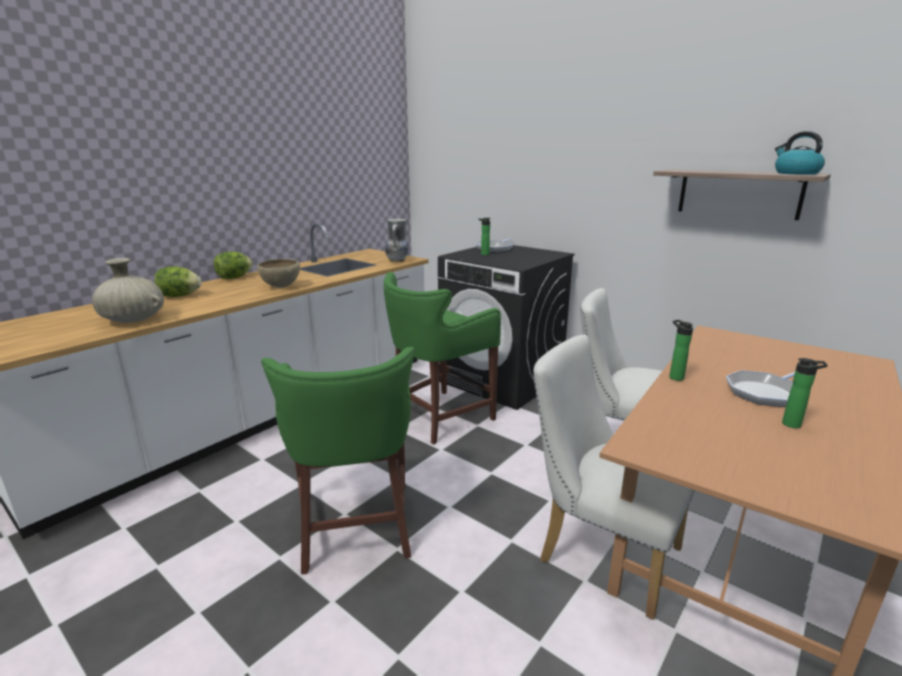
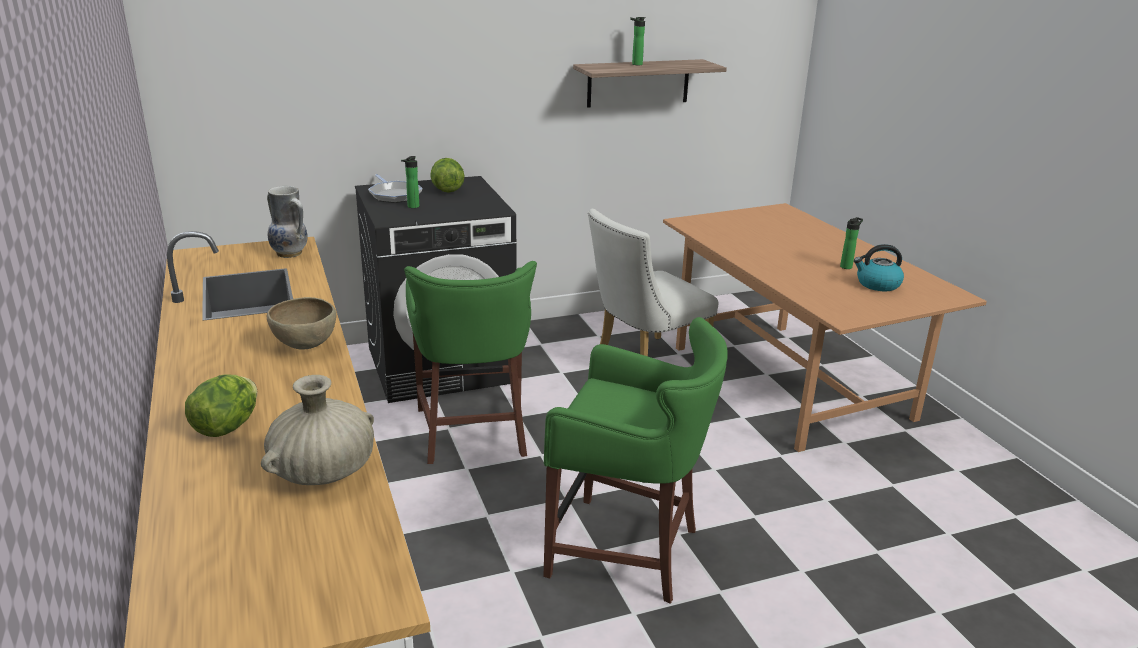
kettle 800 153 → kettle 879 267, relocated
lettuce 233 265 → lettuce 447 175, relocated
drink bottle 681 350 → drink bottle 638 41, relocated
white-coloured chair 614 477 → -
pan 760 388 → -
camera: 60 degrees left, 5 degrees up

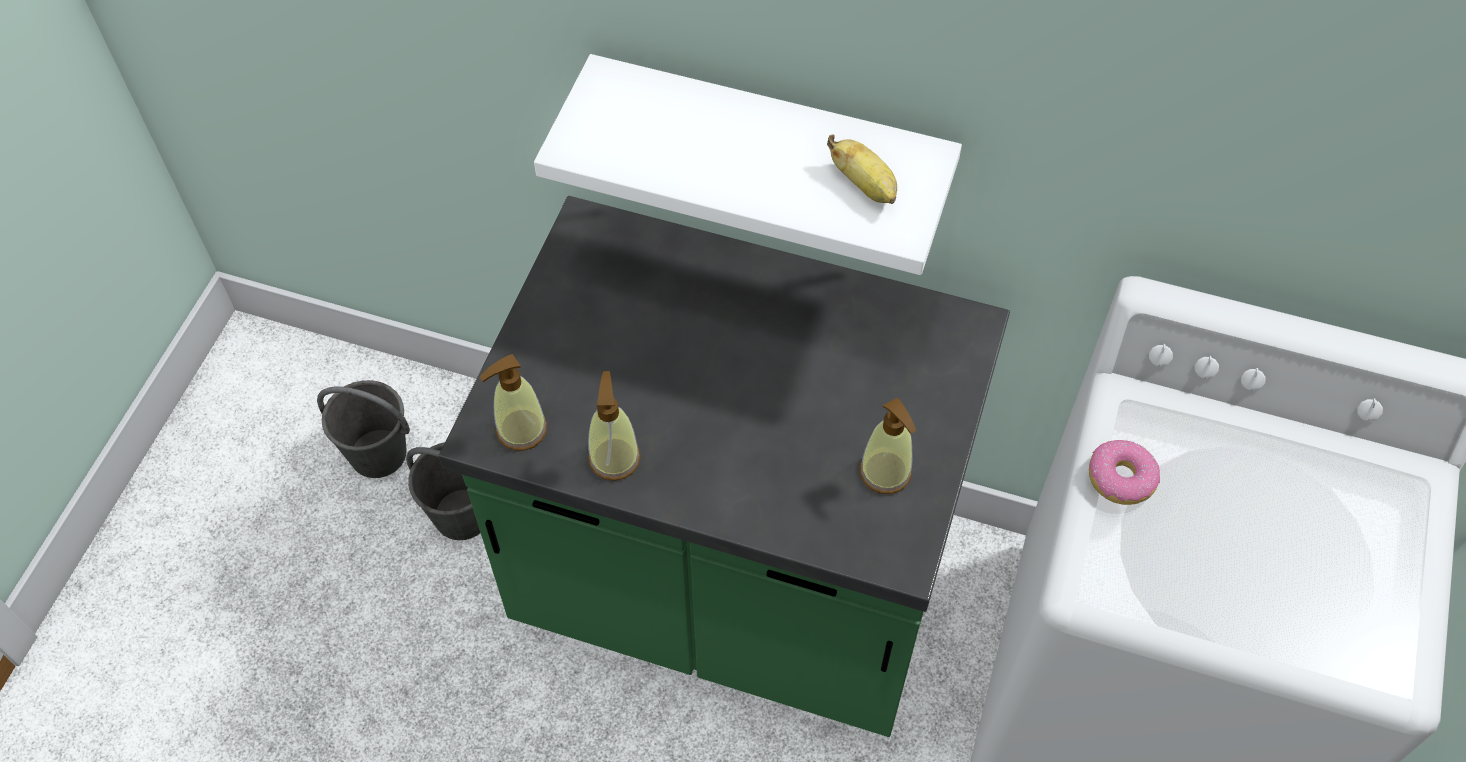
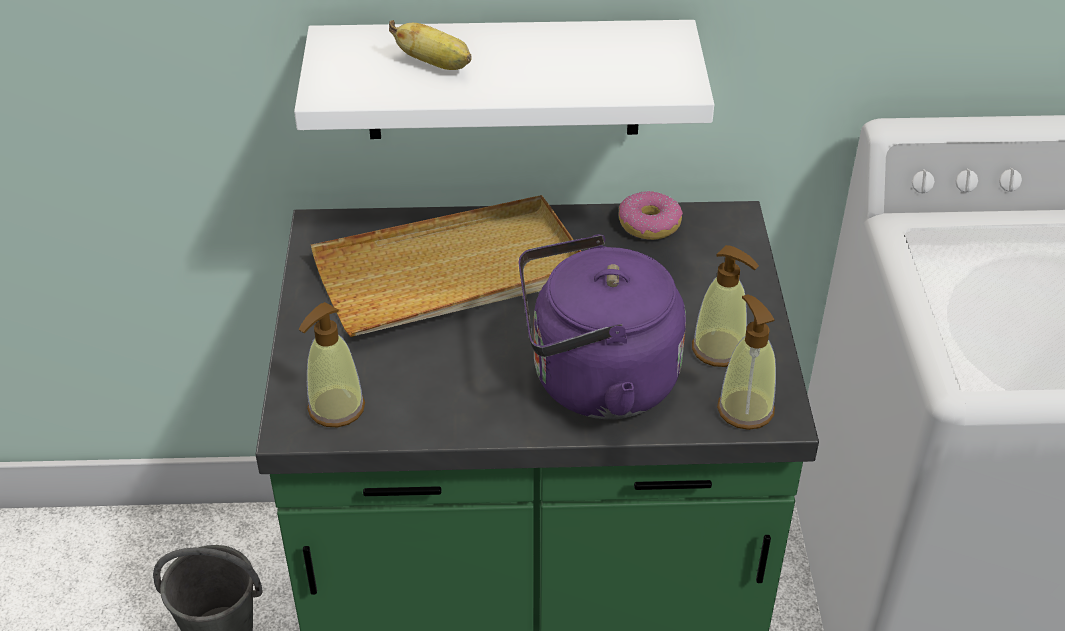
banana 862 169 → banana 430 45, relocated
soap dispenser 614 426 → soap dispenser 746 362, relocated
gray water bucket 363 429 → -
ring doughnut 1124 472 → ring doughnut 651 215, relocated
- → beige serving tray 446 266
- → purple-coloured kettle 602 326
camera: 20 degrees left, 15 degrees down

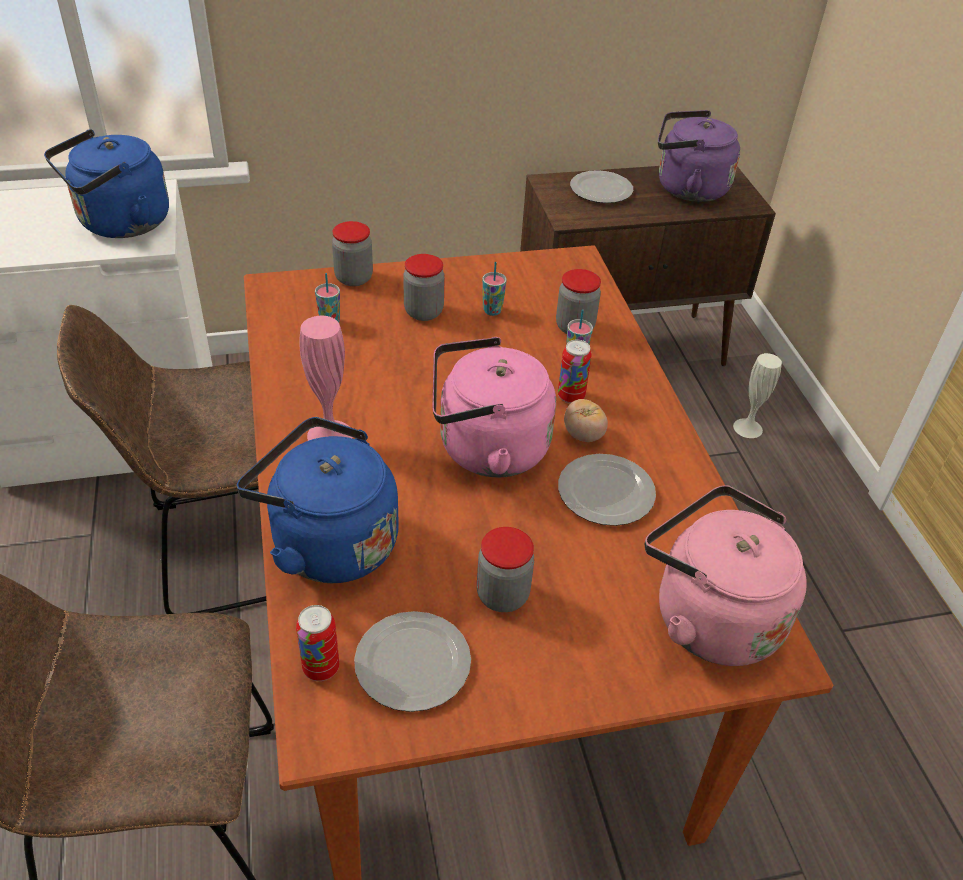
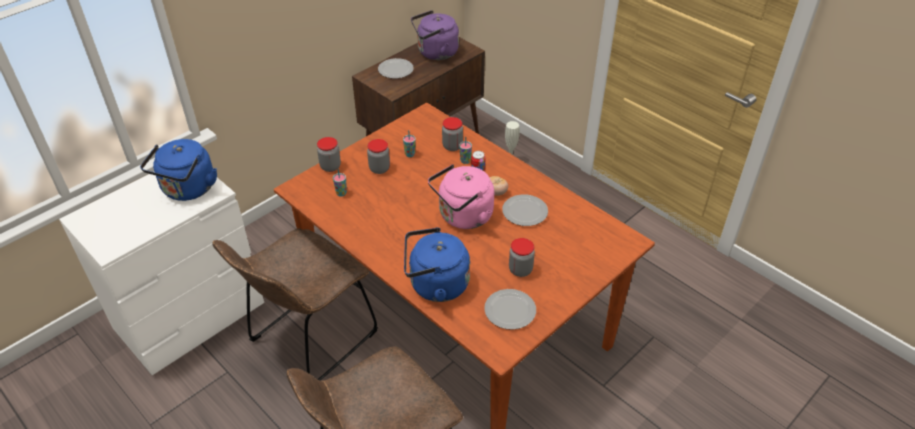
pink flower vase 325 378 → -
pink kettle 726 575 → -
metal can 317 643 → -
camera: 30 degrees left, 0 degrees up

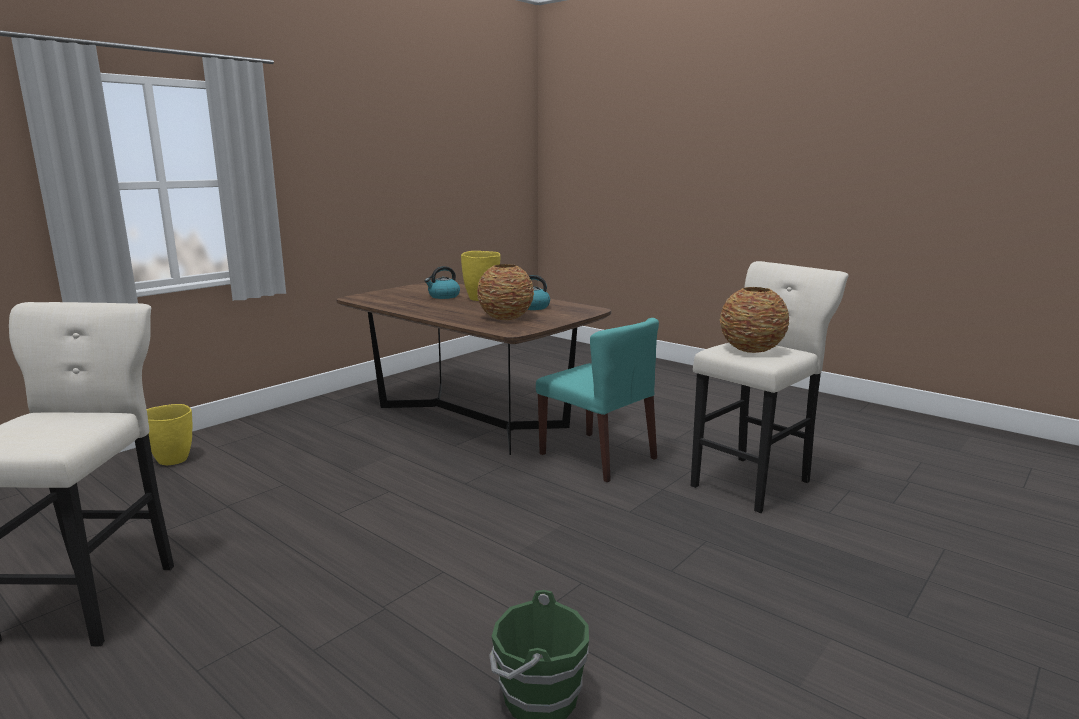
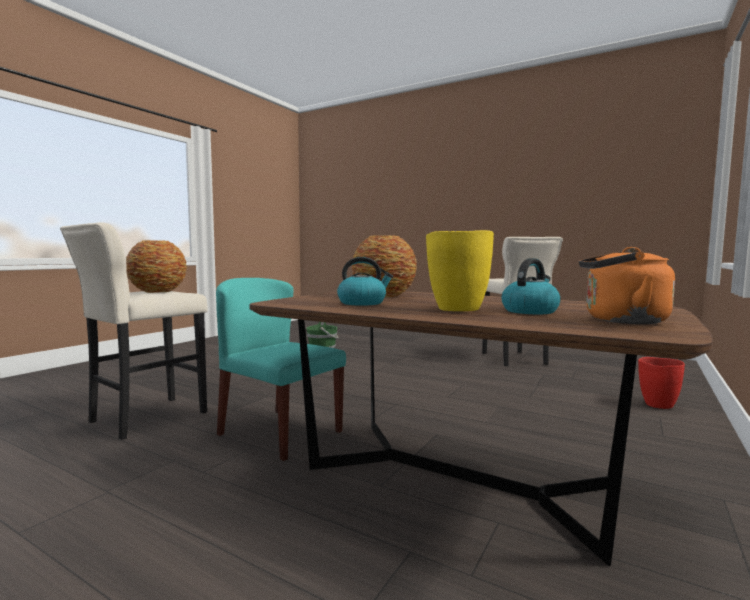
yellowish flower vase 170 434 → red flower vase 661 383
- → orange-coloured kettle 627 285
camera: 170 degrees right, 10 degrees down

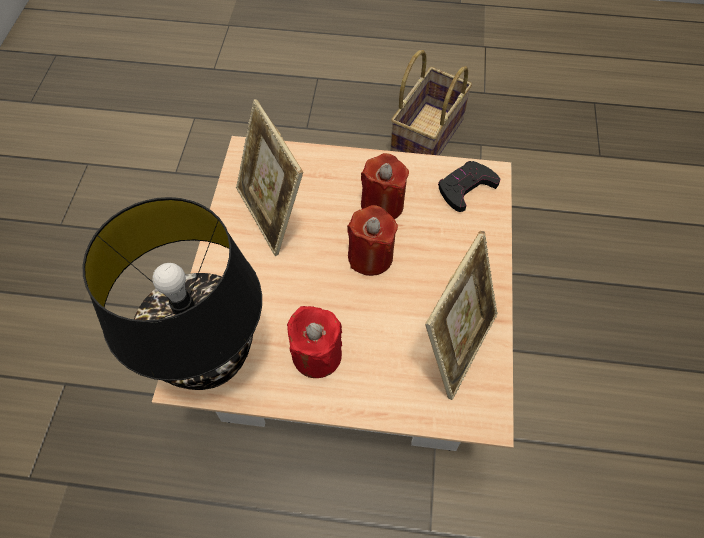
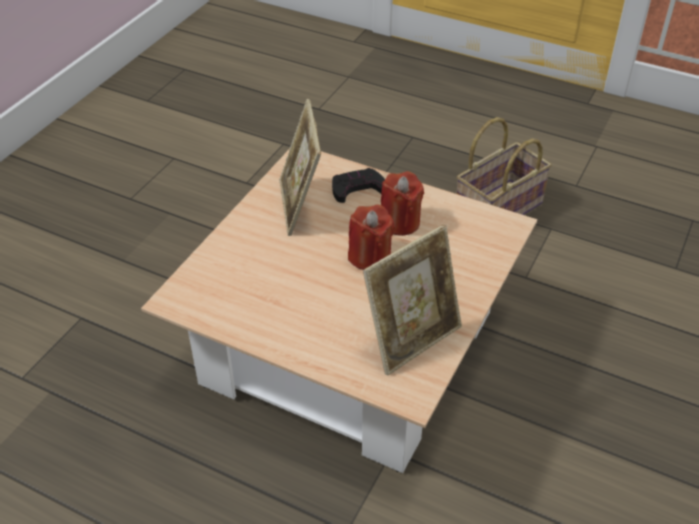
black-coloured gamepad 469 186 → black-coloured gamepad 358 185, relocated
black-coloured table lamp 172 293 → -
red wax light 314 342 → -
camera: 20 degrees right, 15 degrees down

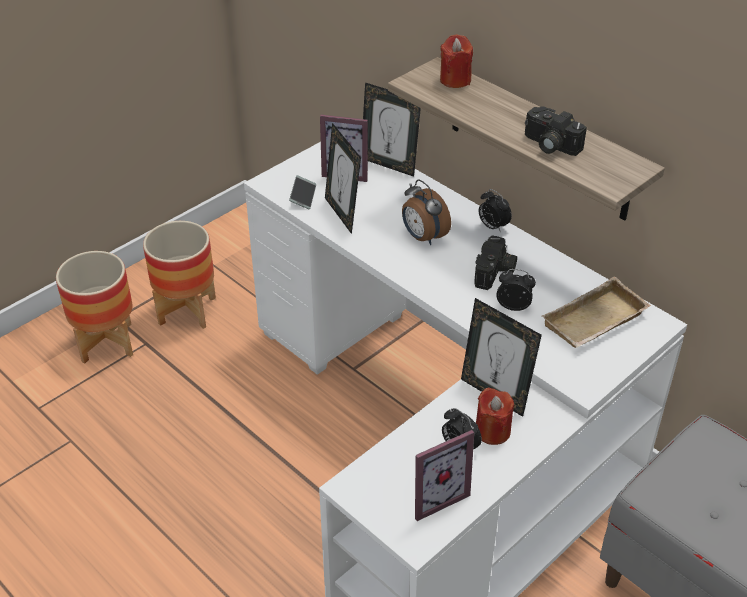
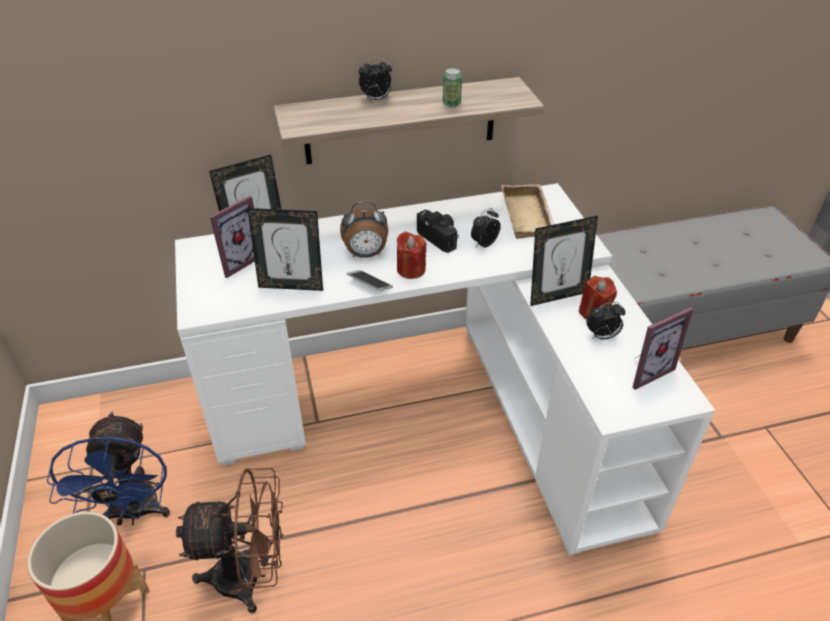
red wax light 456 61 → red wax light 411 255, relocated
still camera 556 131 → metal can 452 87
telephone 302 192 → telephone 370 280, relocated
bedside clock 495 211 → bedside clock 375 79, relocated
planter 179 275 → blue cooling fan 108 469
picture frame 444 475 → picture frame 663 348, 60 degrees clockwise
- → brownish cooling fan 230 541
camera: 60 degrees left, 0 degrees up

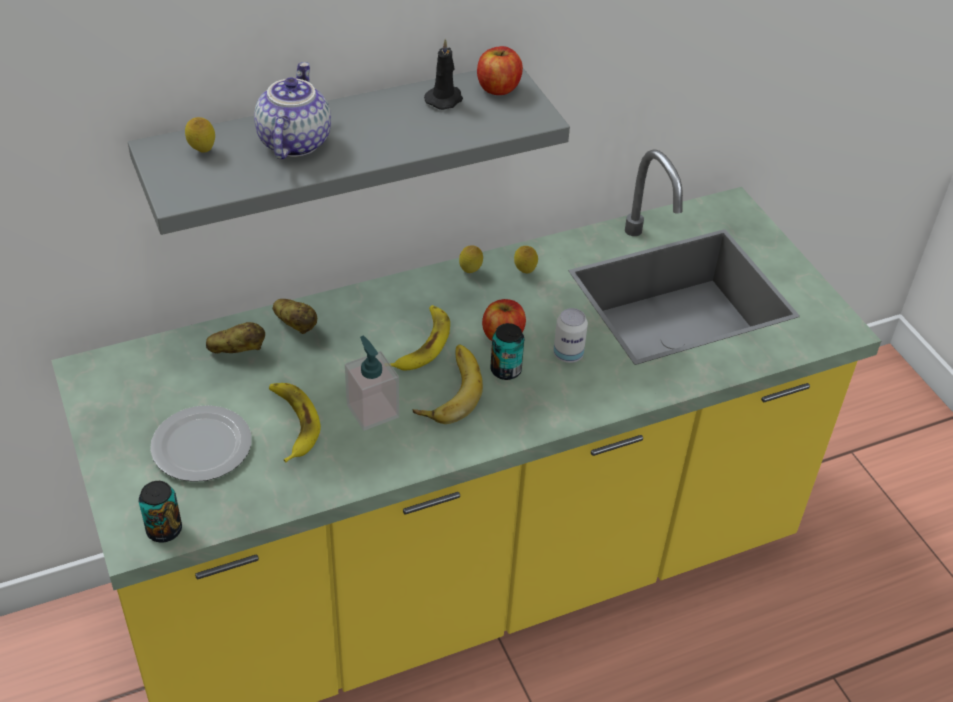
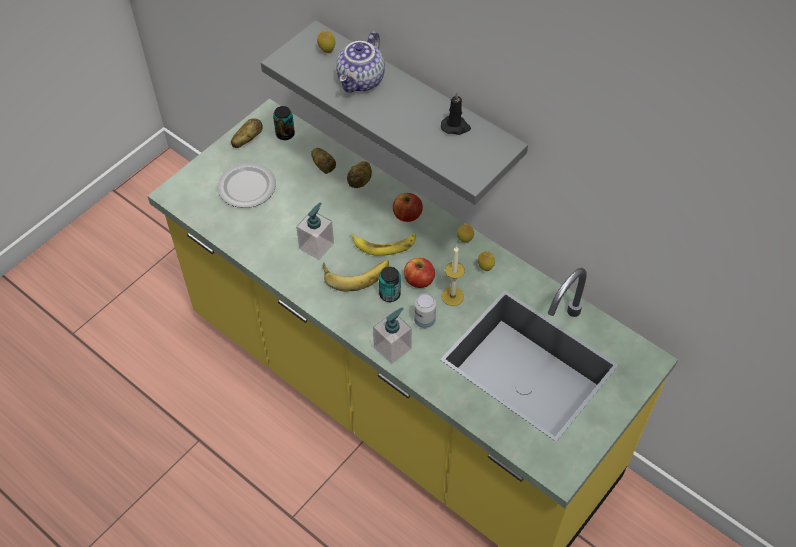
apple 500 70 → apple 408 207, relocated
tea pot 292 110 → tea pot 360 62, 135 degrees clockwise
banana 295 422 → -
metal can 160 512 → metal can 284 123, relocated
- → whole potato 246 133
- → wax light 453 276
- → soap dispenser 392 335
camera: 65 degrees right, 10 degrees up

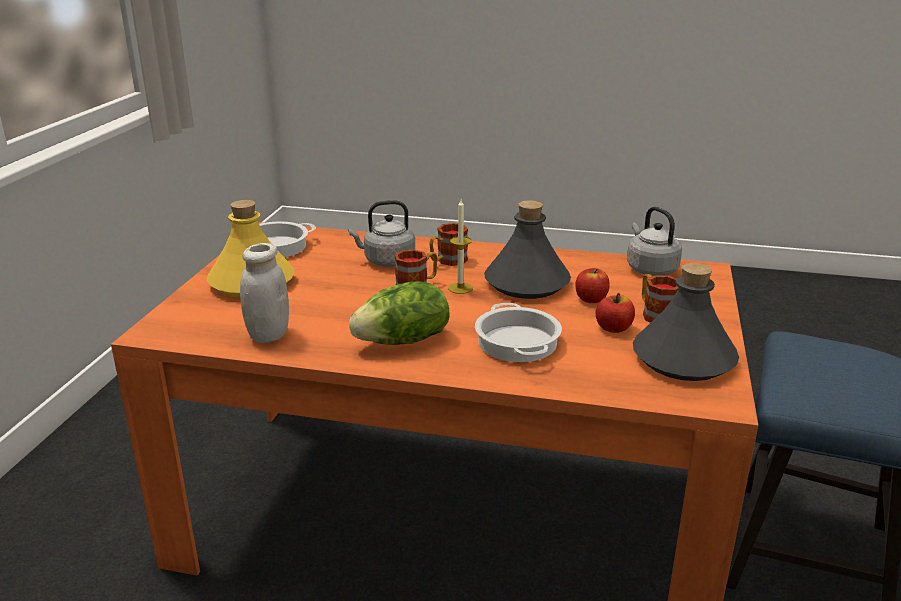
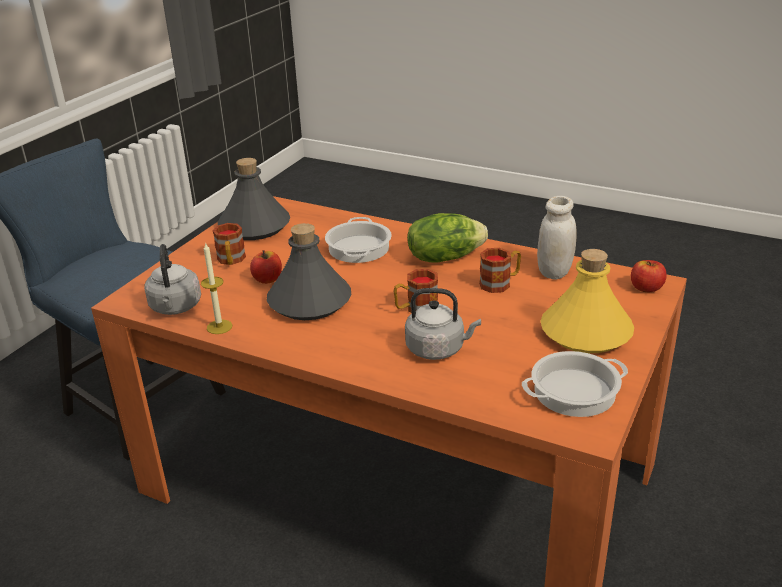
wax light 460 247 → wax light 216 288, relocated
mug 448 244 → mug 500 270, relocated
apple 615 313 → apple 649 276, relocated
camera: 165 degrees left, 5 degrees up

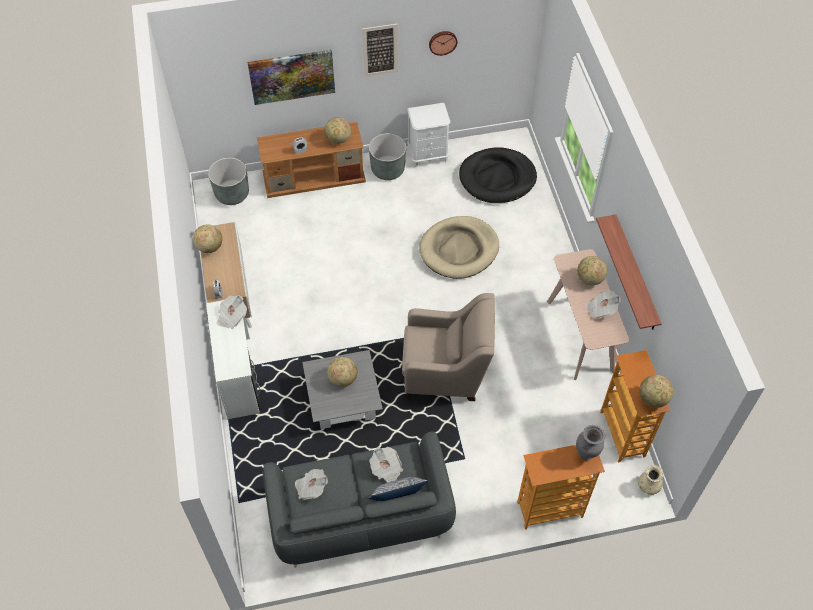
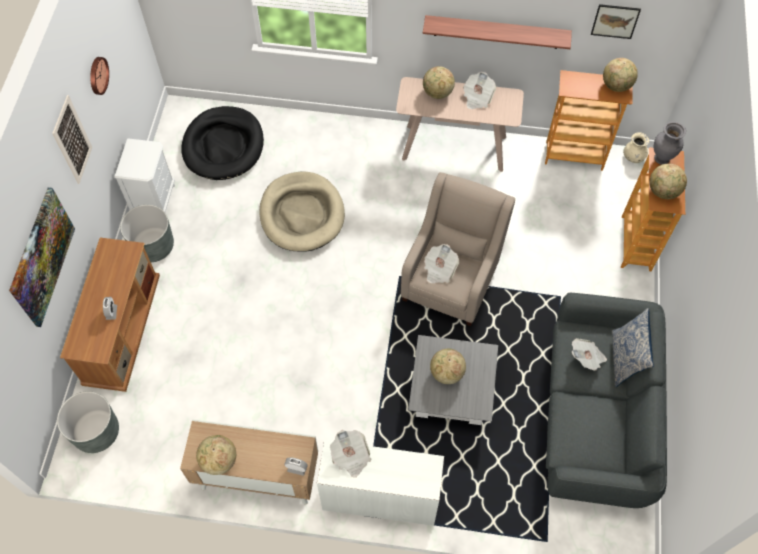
globe 337 130 → globe 668 181, relocated
newspaper 311 484 → newspaper 441 263, relocated
- → wall art 616 21
camera: 70 degrees left, 5 degrees up

